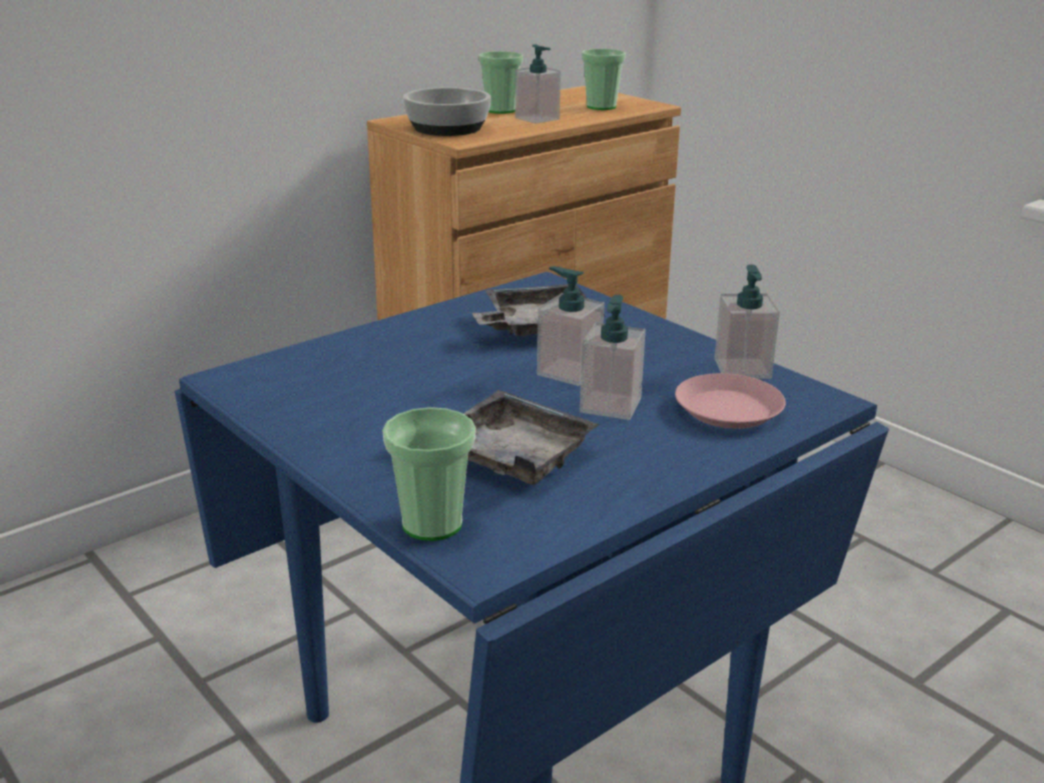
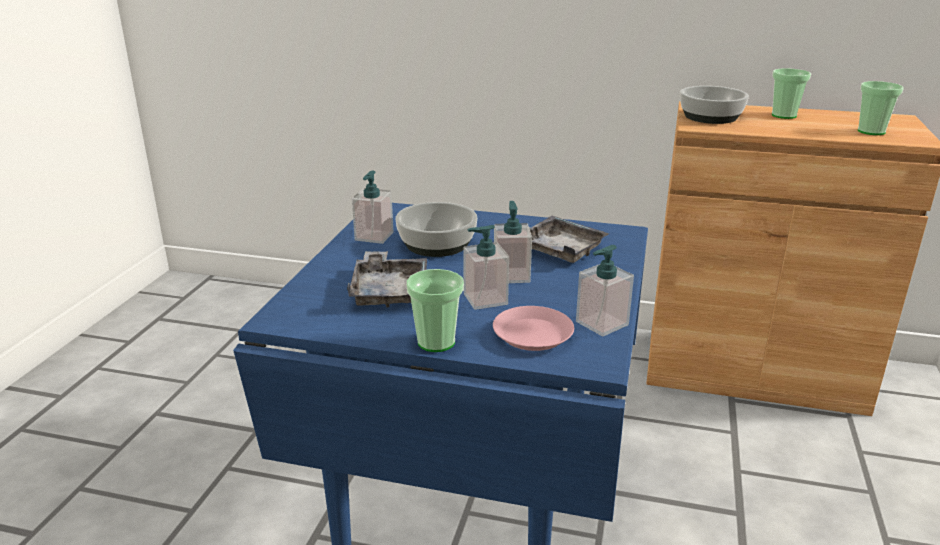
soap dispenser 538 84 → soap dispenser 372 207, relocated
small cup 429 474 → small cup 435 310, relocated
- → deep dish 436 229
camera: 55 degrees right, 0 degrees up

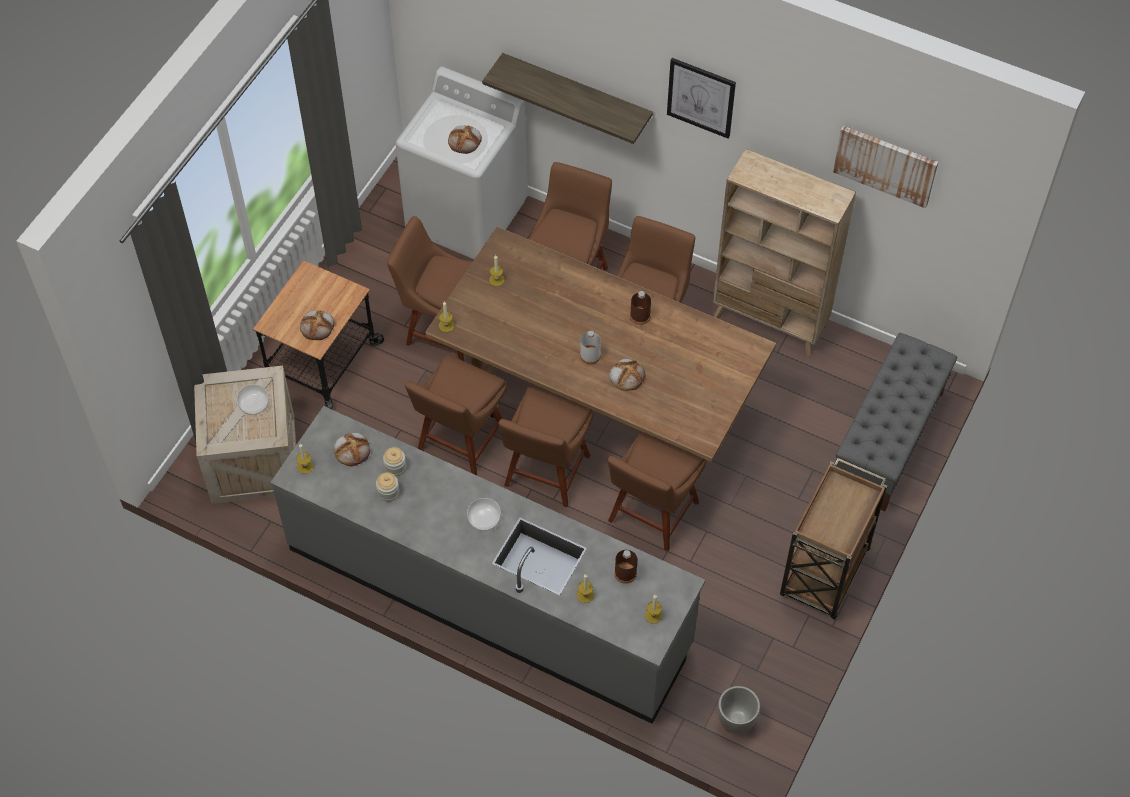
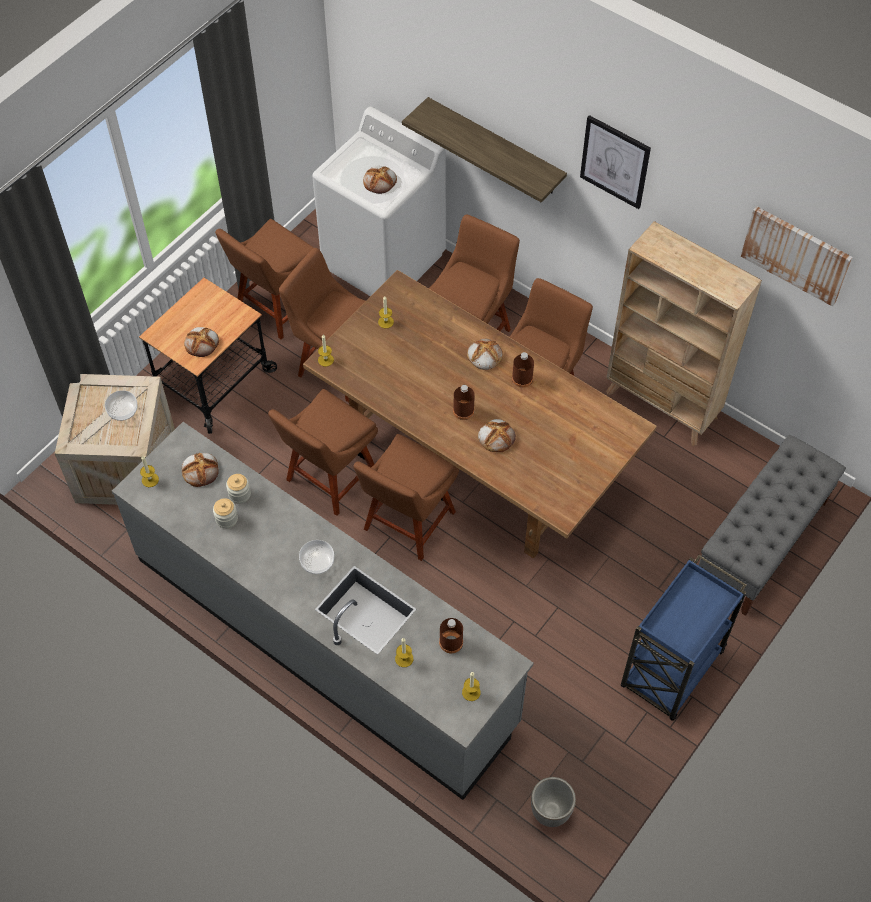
white-coloured drink bottle 590 347 → brownish drink bottle 464 402
brownish chair 657 491 → brownish chair 264 279, relocated
brownish wheeled cart 833 538 → blue wheeled cart 684 638
- → bread 485 354
camera: 10 degrees right, 0 degrees up

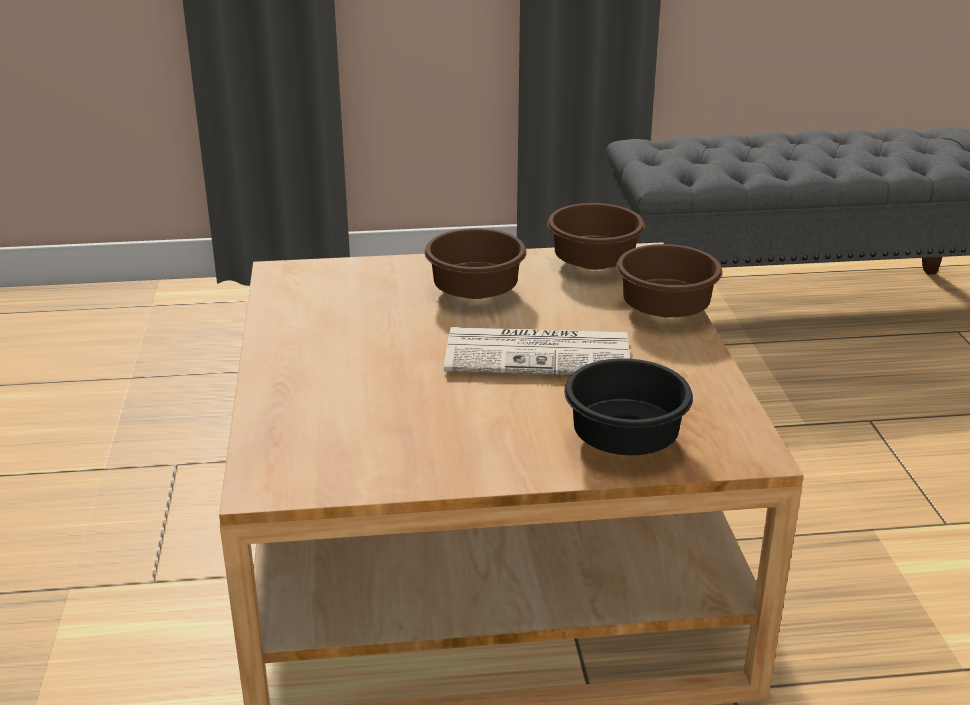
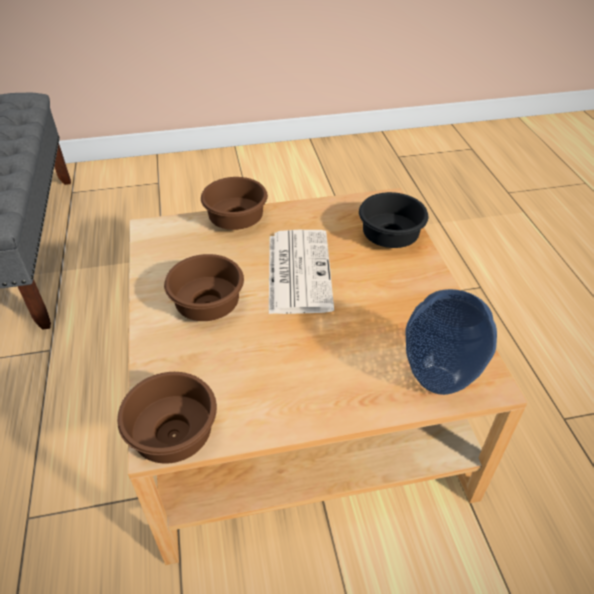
brownish deep dish 596 236 → brownish deep dish 167 418, relocated
- → flower vase 451 342
camera: 95 degrees left, 15 degrees up

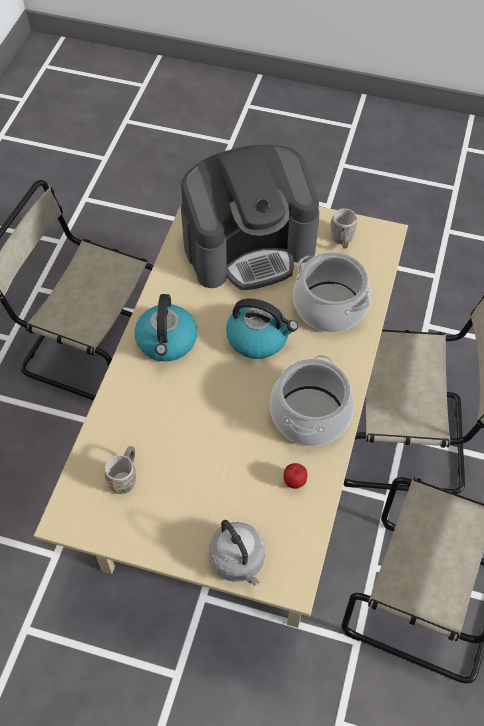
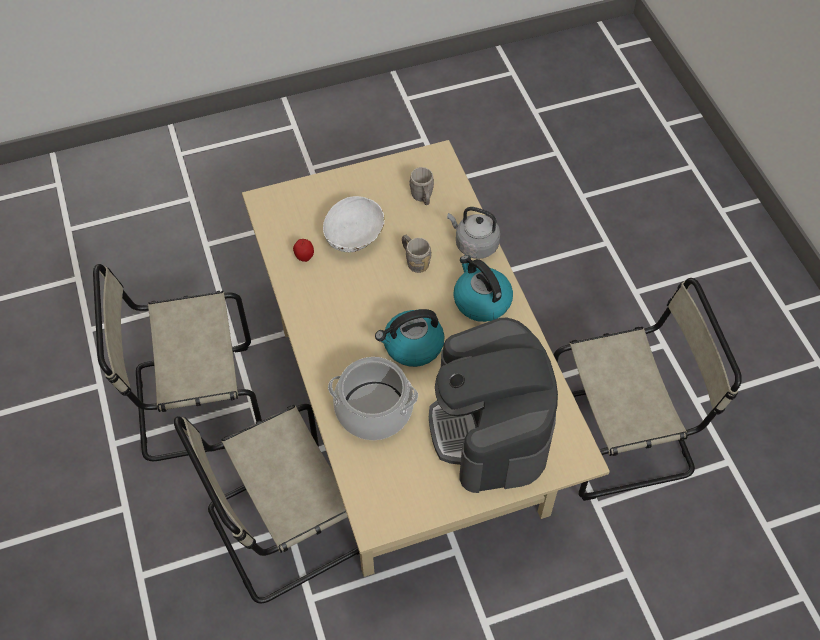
coffee brewer 250 217 → coffee brewer 493 405, 45 degrees counterclockwise
gray mug 343 228 → gray mug 417 254, relocated
stockpot 312 400 → -
gray kettle 237 553 → gray kettle 473 233, relocated
- → white-coloured deep dish 353 224
camera: 145 degrees right, 0 degrees up

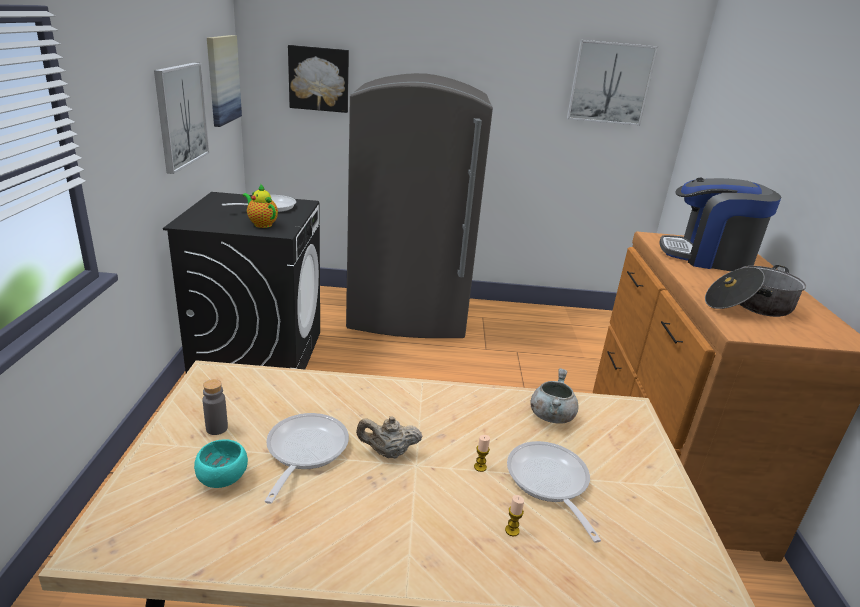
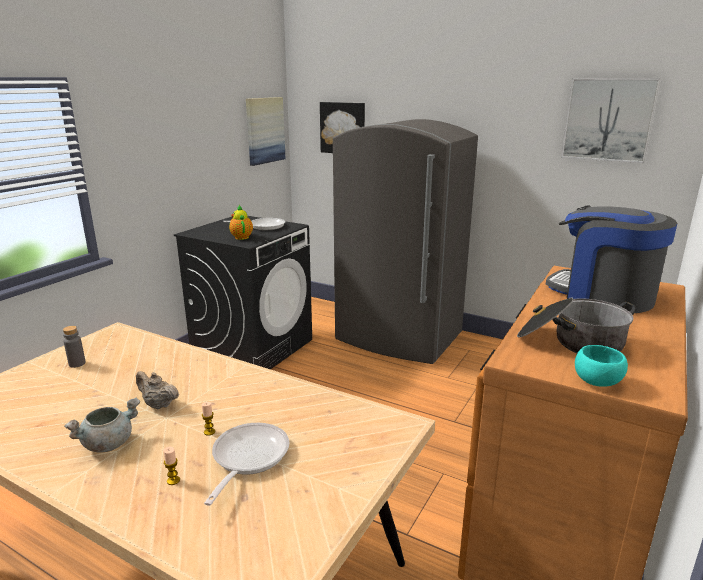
wall art 181 118 → -
gray stockpot 554 396 → gray stockpot 102 425, relocated
pan 307 458 → -
blue-green deep dish 221 463 → blue-green deep dish 601 366, relocated
camera: 30 degrees right, 5 degrees down

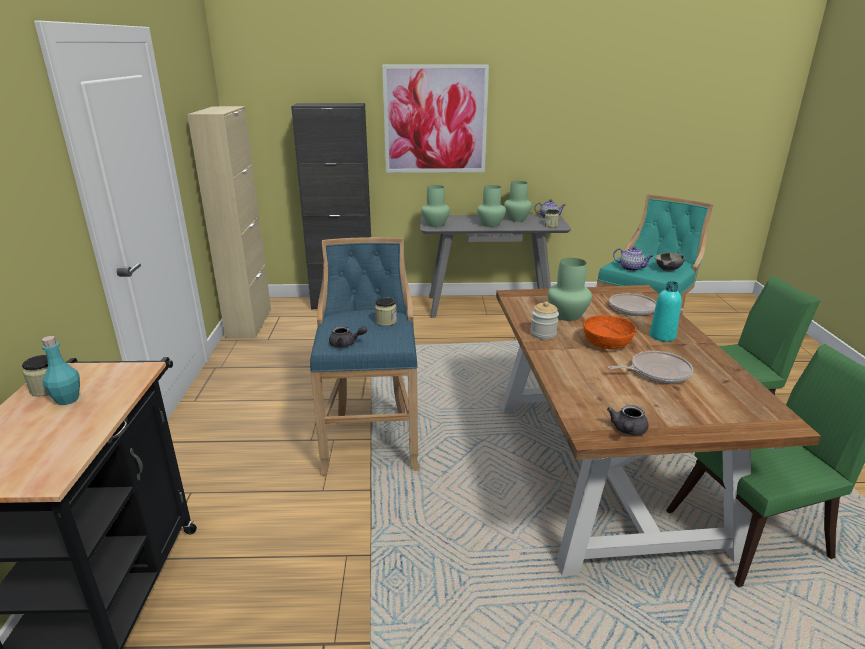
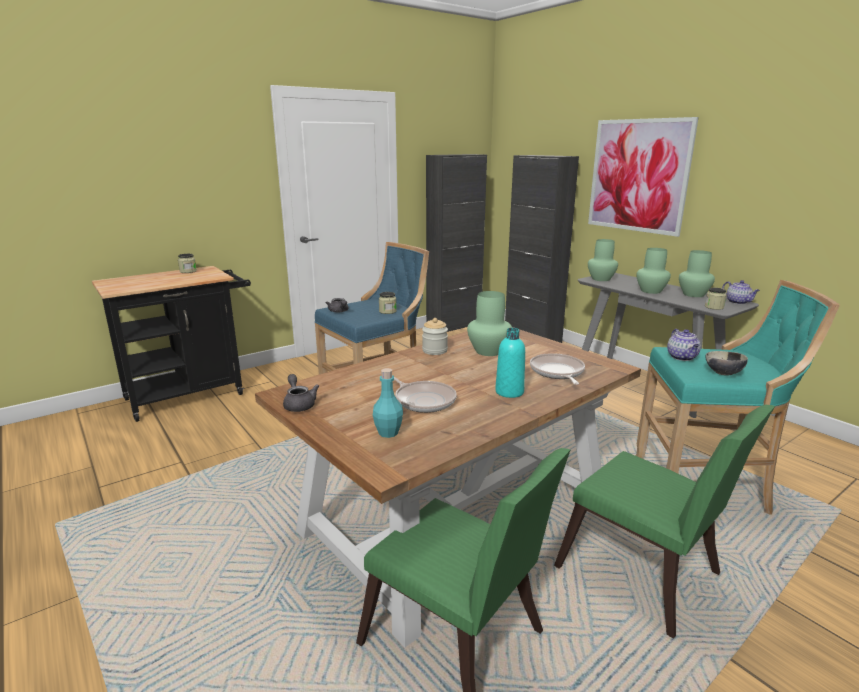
beige cabinet 229 222 → black-coloured cabinet 456 243
orange-coloured deep dish 610 332 → -
blue-green drink bottle 61 370 → blue-green drink bottle 388 403, relocated
gray tea pot 627 420 → gray tea pot 301 393, 75 degrees clockwise
camera: 55 degrees right, 5 degrees down

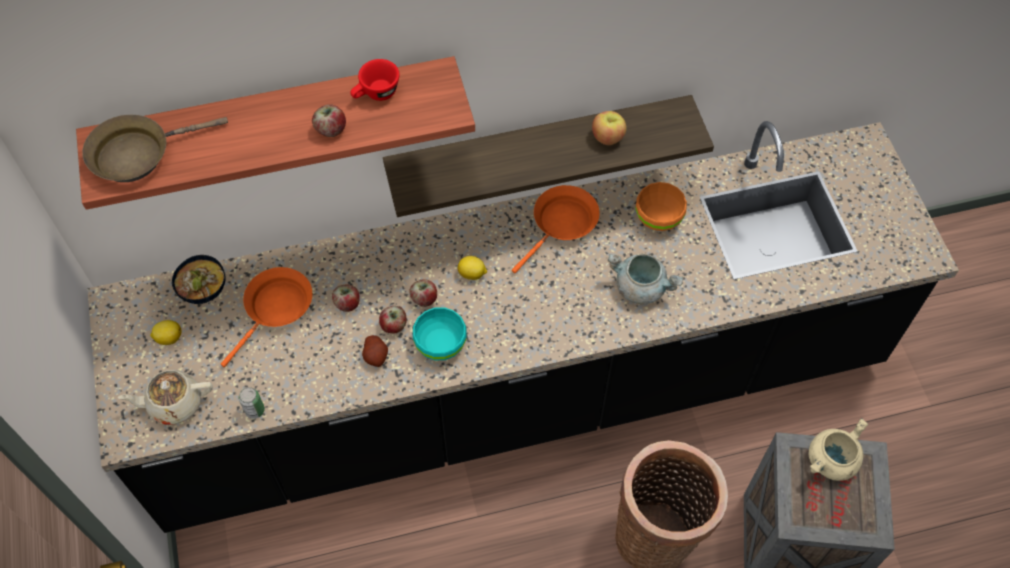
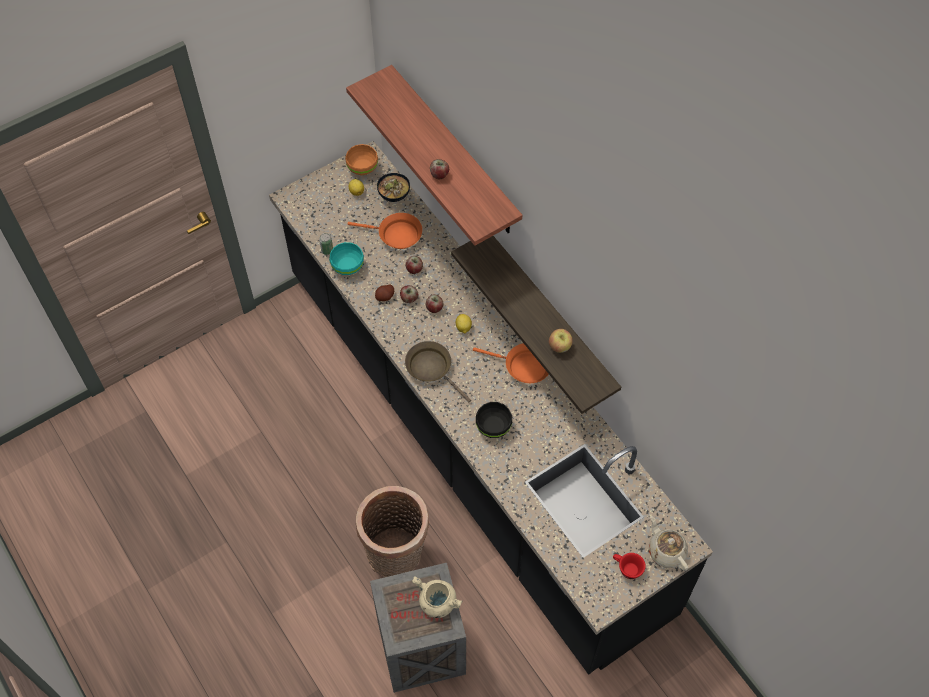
red small cup 374 80 → red small cup 629 566, relocated
brownish pan 155 148 → brownish pan 438 371, relocated
orange-coloured deep dish 661 206 → orange-coloured deep dish 361 159, relocated
gray stockpot 646 279 → black-coloured deep dish 494 420
blue-green deep dish 439 333 → blue-green deep dish 346 258, relocated
beige tea pot 165 397 → beige tea pot 668 543, relocated
camera: 70 degrees right, 0 degrees up

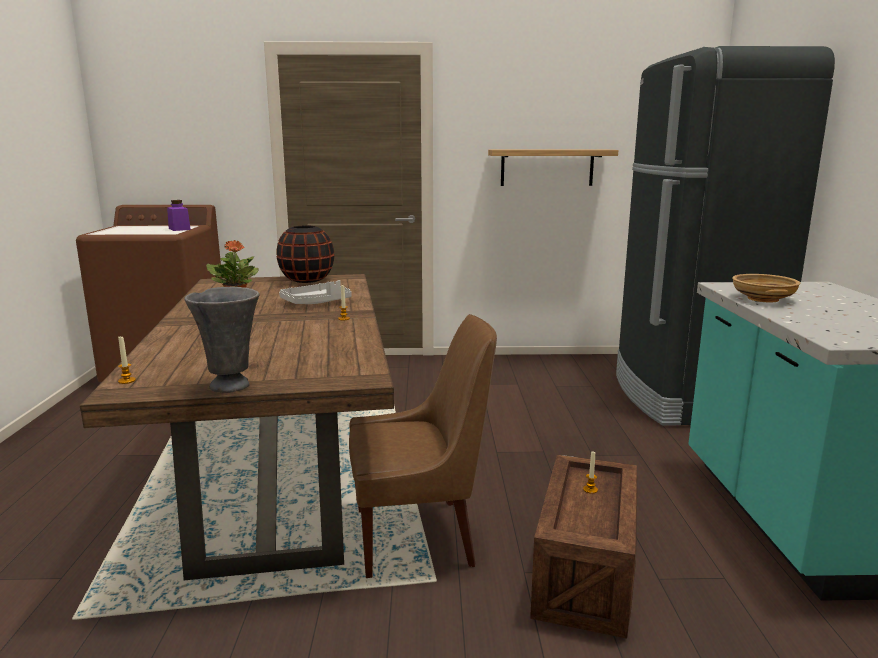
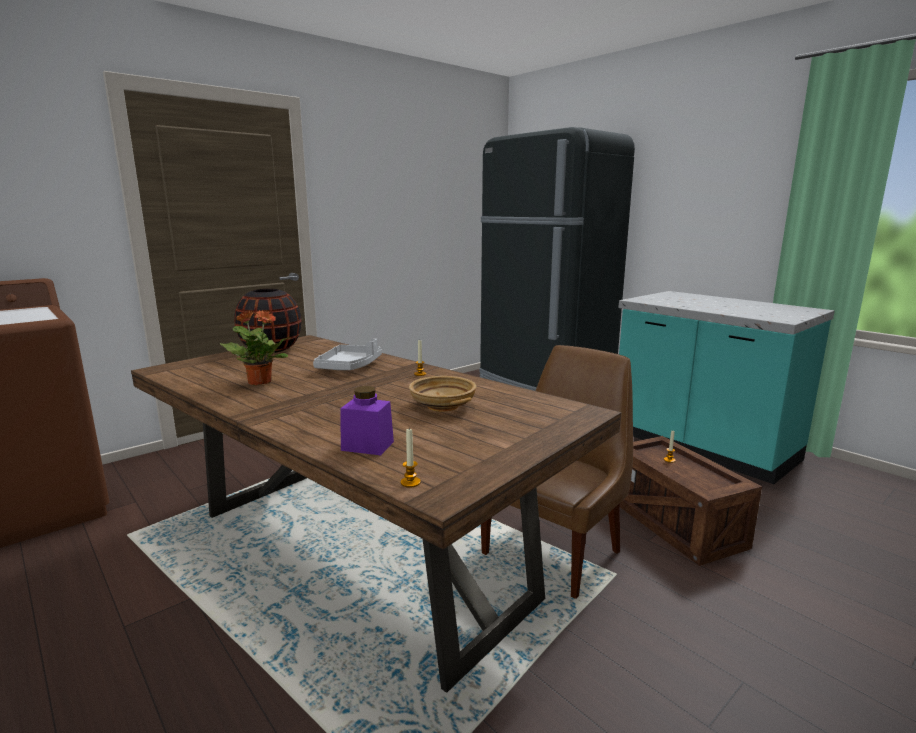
wall shelf 553 168 → -
purple-coloured preserve jar 179 215 → purple-coloured preserve jar 367 420, relocated
beige deep dish 766 288 → beige deep dish 443 394, relocated
gray flower vase 222 340 → -
camera: 40 degrees left, 0 degrees up

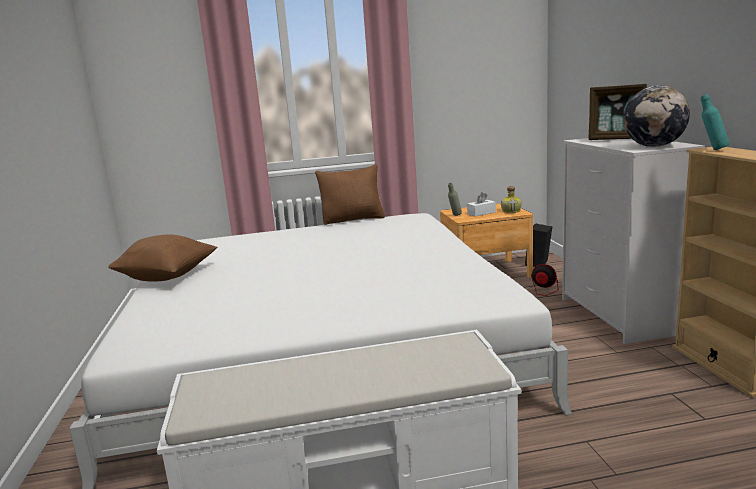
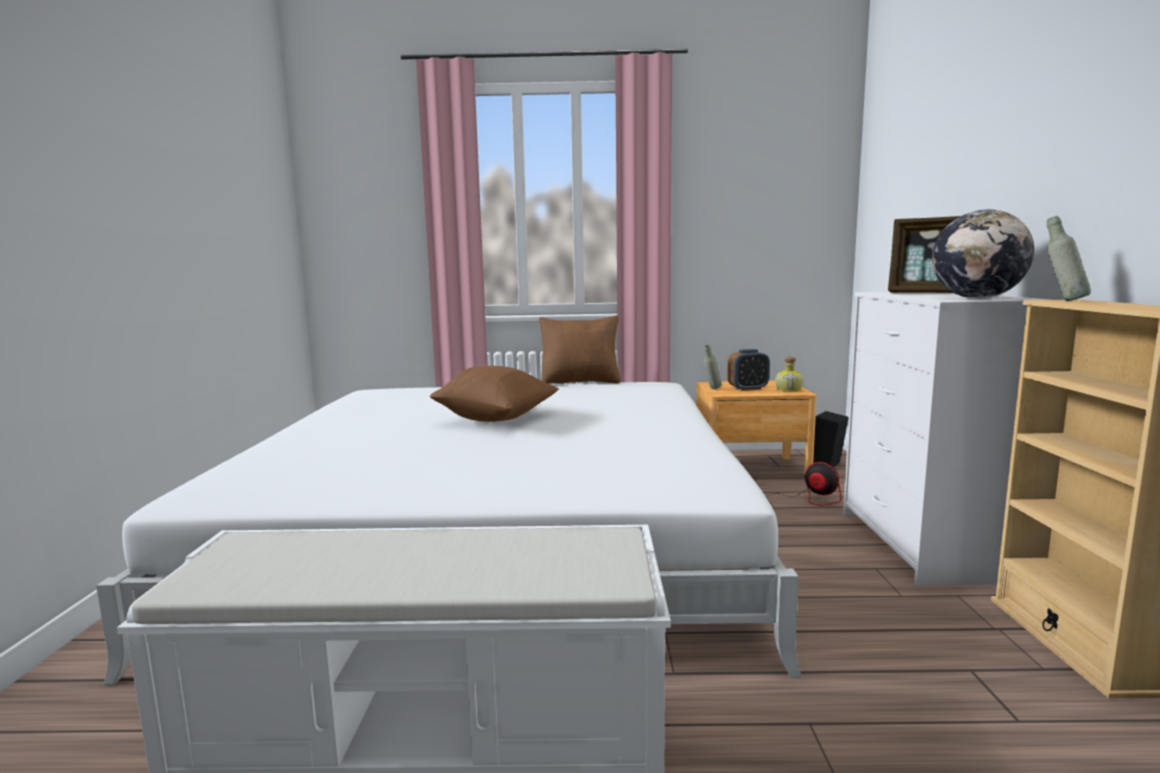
blue-green drink bottle 715 122 → gray drink bottle 1069 258
white-coloured tissue holder 481 204 → bedside clock 748 370
brownish pillow 162 258 → brownish pillow 494 394, relocated
camera: 10 degrees right, 5 degrees down

